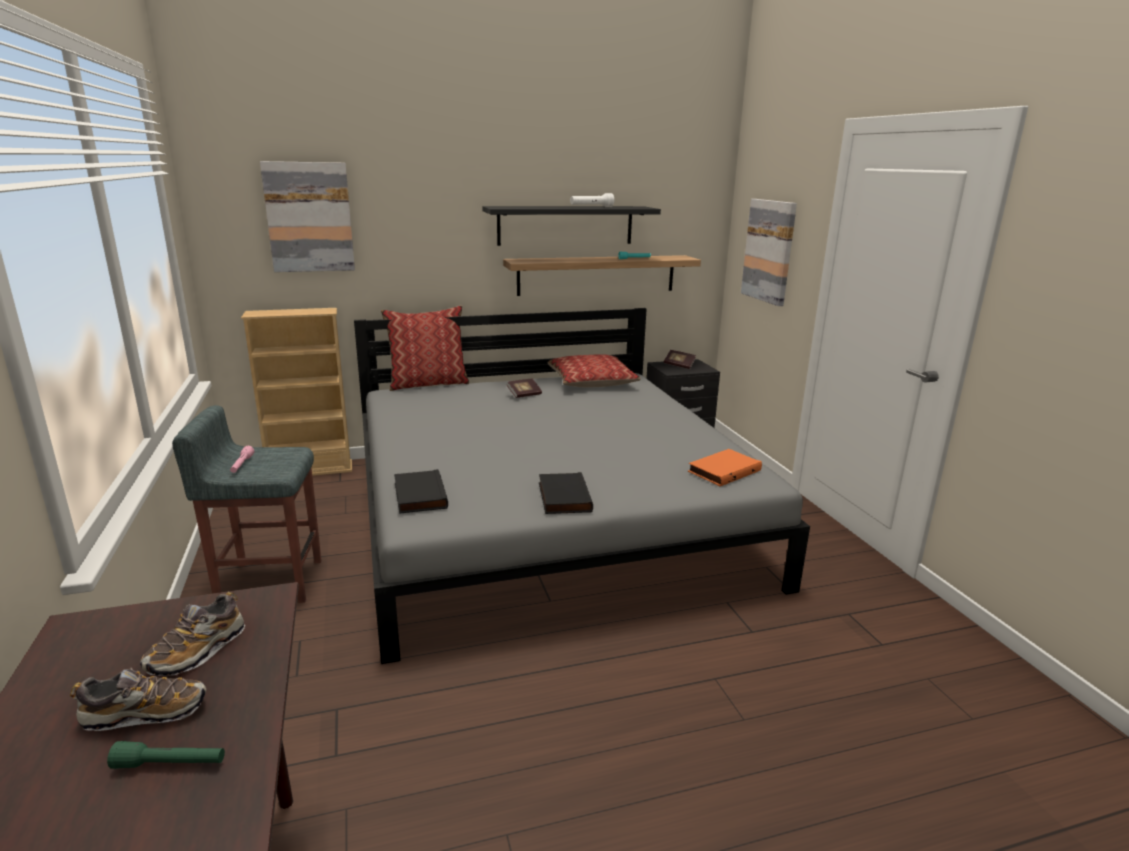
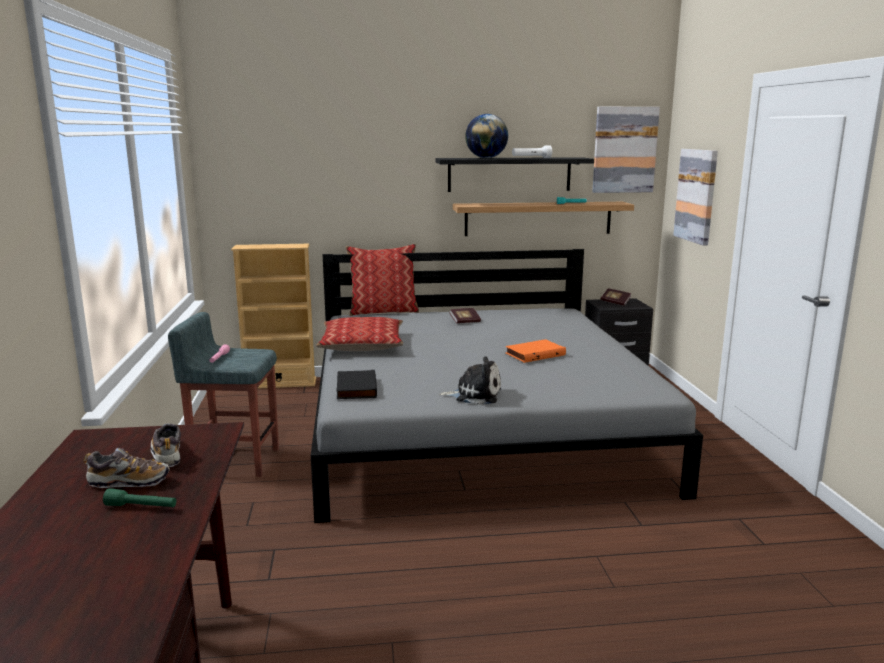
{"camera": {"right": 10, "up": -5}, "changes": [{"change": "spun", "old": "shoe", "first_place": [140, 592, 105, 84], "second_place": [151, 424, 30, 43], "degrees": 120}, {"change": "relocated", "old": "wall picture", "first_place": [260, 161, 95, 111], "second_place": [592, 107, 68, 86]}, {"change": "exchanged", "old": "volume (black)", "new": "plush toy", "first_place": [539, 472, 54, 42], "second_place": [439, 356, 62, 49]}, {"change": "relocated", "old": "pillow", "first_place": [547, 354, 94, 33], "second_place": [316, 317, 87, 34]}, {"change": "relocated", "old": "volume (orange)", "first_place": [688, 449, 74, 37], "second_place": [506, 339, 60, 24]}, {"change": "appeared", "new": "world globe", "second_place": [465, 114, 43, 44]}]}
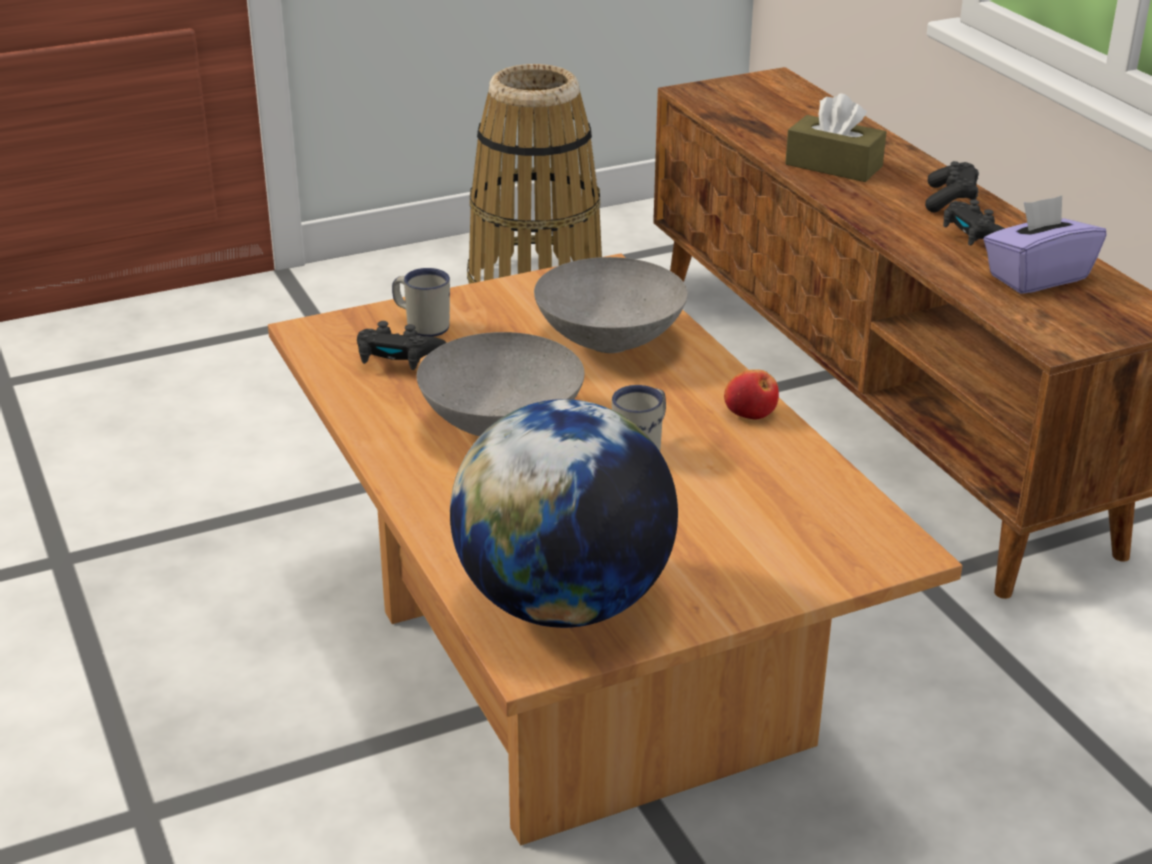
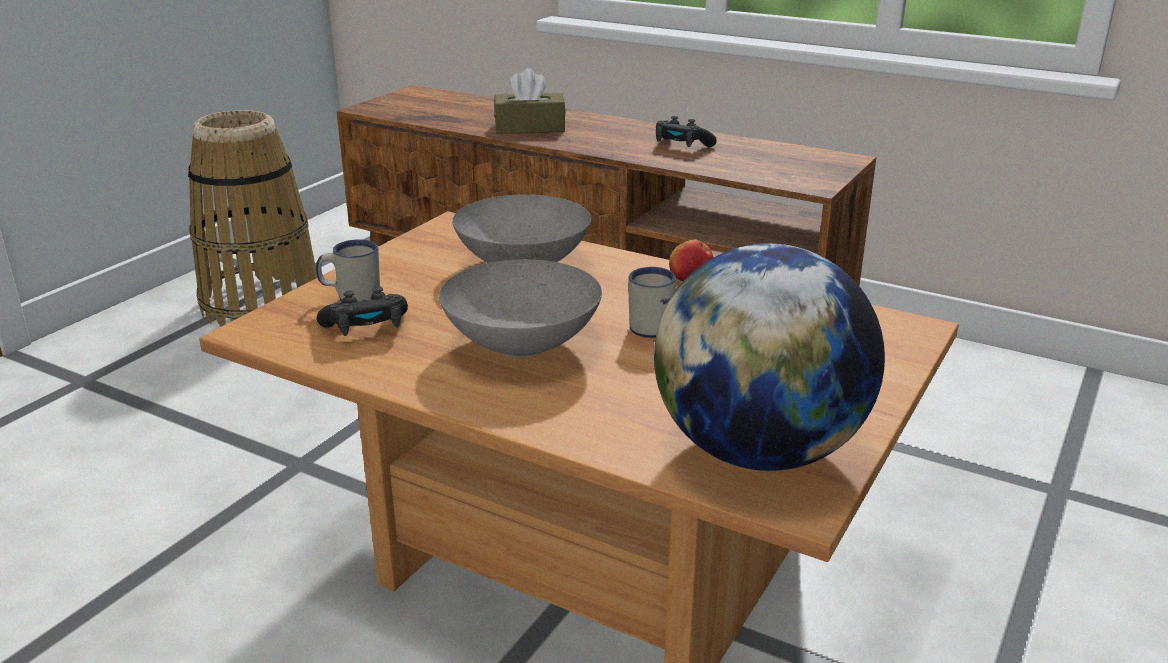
{"camera": {"right": -35, "up": -5}, "changes": [{"change": "missing", "old": "joypad (black)", "first_place": [925, 161, 54, 51]}, {"change": "missing", "old": "tissue box (purple-coloured)", "first_place": [984, 195, 123, 99]}]}
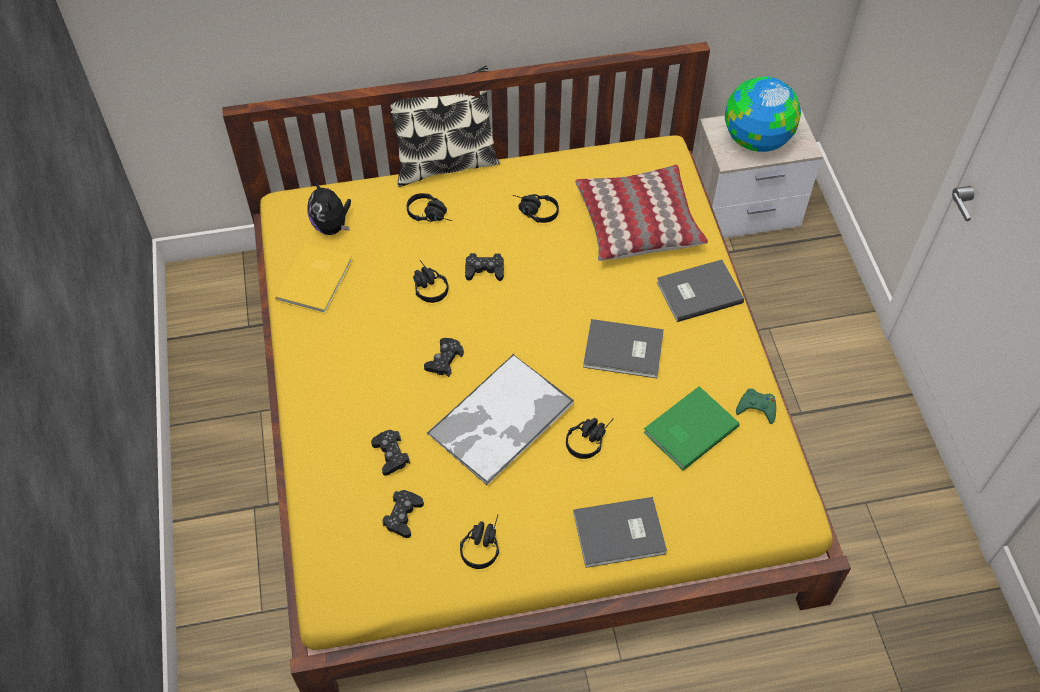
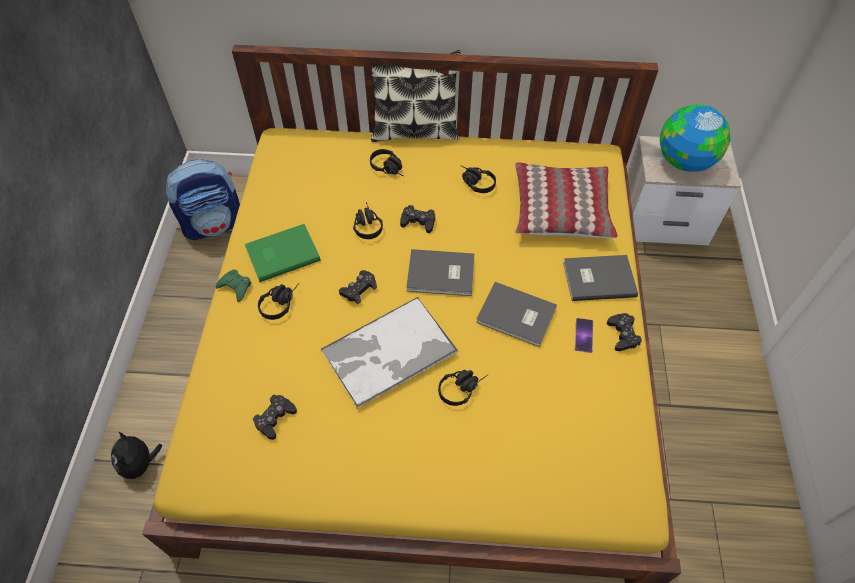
{"camera": {"right": 15, "up": 0}, "changes": [{"change": "missing", "old": "volume (yellow)", "first_place": [275, 243, 78, 71]}, {"change": "relocated", "old": "plush toy", "first_place": [307, 180, 44, 55], "second_place": [111, 432, 51, 48]}, {"change": "relocated", "old": "joypad (black)", "first_place": [371, 430, 39, 46], "second_place": [607, 313, 35, 38]}, {"change": "relocated", "old": "pair of headphones (black)", "first_place": [460, 515, 39, 54], "second_place": [258, 283, 41, 37]}, {"change": "relocated", "old": "volume (grey)", "first_place": [573, 497, 94, 71], "second_place": [406, 249, 68, 47]}, {"change": "relocated", "old": "volume (green-coloured)", "first_place": [643, 386, 97, 85], "second_place": [245, 224, 76, 58]}, {"change": "relocated", "old": "joypad (green-coloured)", "first_place": [736, 389, 40, 35], "second_place": [216, 269, 35, 33]}, {"change": "appeared", "new": "knapsack", "second_place": [166, 159, 74, 81]}, {"change": "appeared", "new": "handset", "second_place": [575, 318, 18, 35]}]}
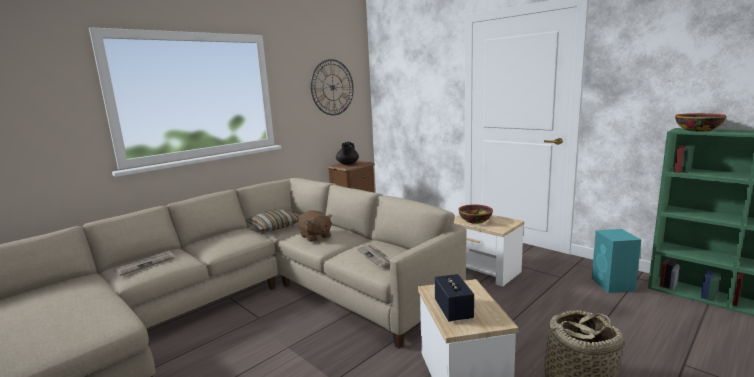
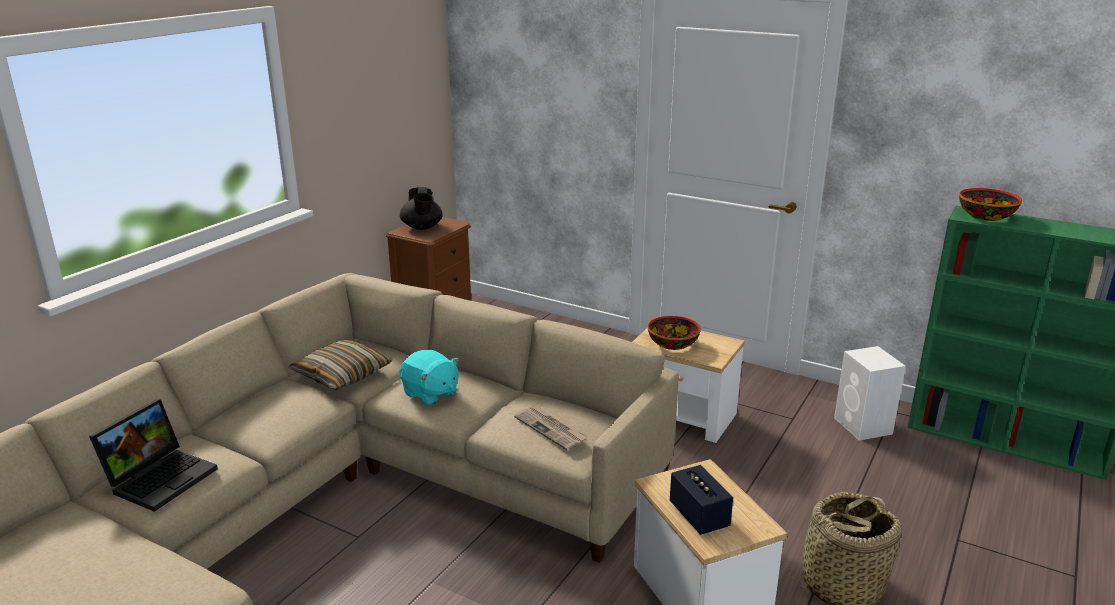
{"camera": {"right": -15, "up": 10}, "changes": [{"change": "exchanged", "old": "daily paper", "new": "portable computer", "first_place": [114, 250, 60, 26], "second_place": [89, 399, 129, 113]}, {"change": "colour", "old": "plush toy (brownish)", "new": "plush toy (turquoise-coloured)", "first_place": [298, 210, 34, 32], "second_place": [399, 350, 60, 56]}, {"change": "missing", "old": "wall clock", "first_place": [311, 59, 43, 56]}, {"change": "colour", "old": "audio speaker (turquoise-coloured)", "new": "audio speaker (white)", "first_place": [592, 229, 49, 64], "second_place": [834, 346, 72, 95]}]}
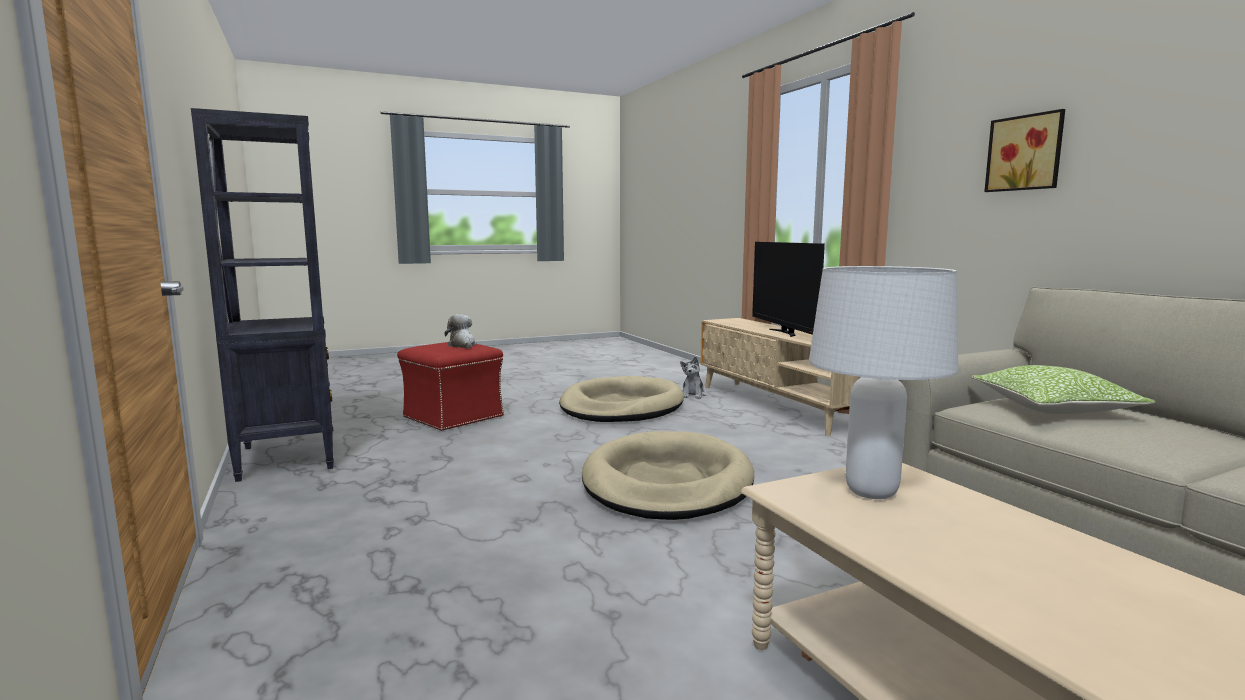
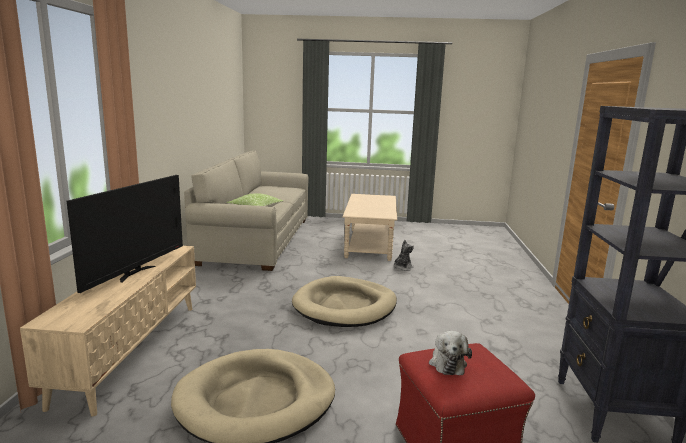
{"camera": {"right": -150, "up": 5}, "changes": [{"change": "relocated", "old": "plush toy", "first_place": [680, 357, 26, 42], "second_place": [393, 240, 21, 31]}, {"change": "missing", "old": "lamp for a table (white)", "first_place": [809, 266, 149, 233]}, {"change": "missing", "old": "wall picture", "first_place": [984, 109, 81, 83]}]}
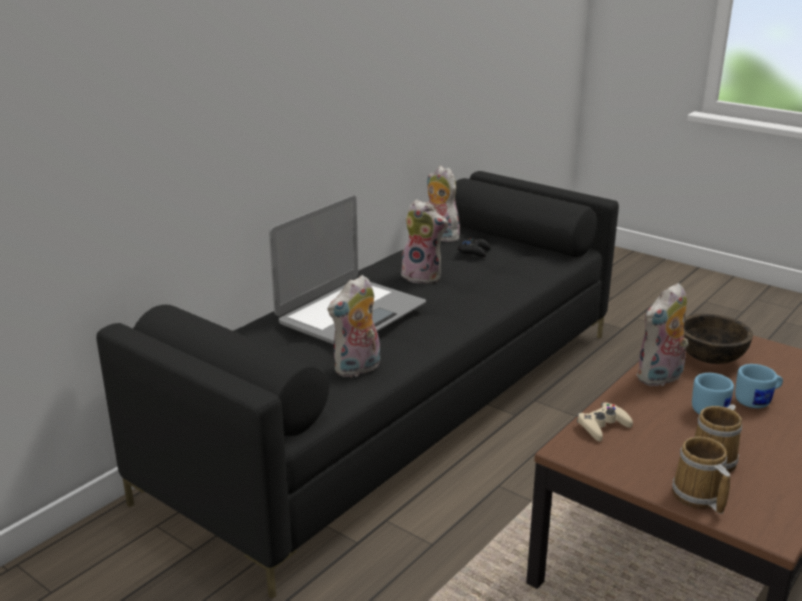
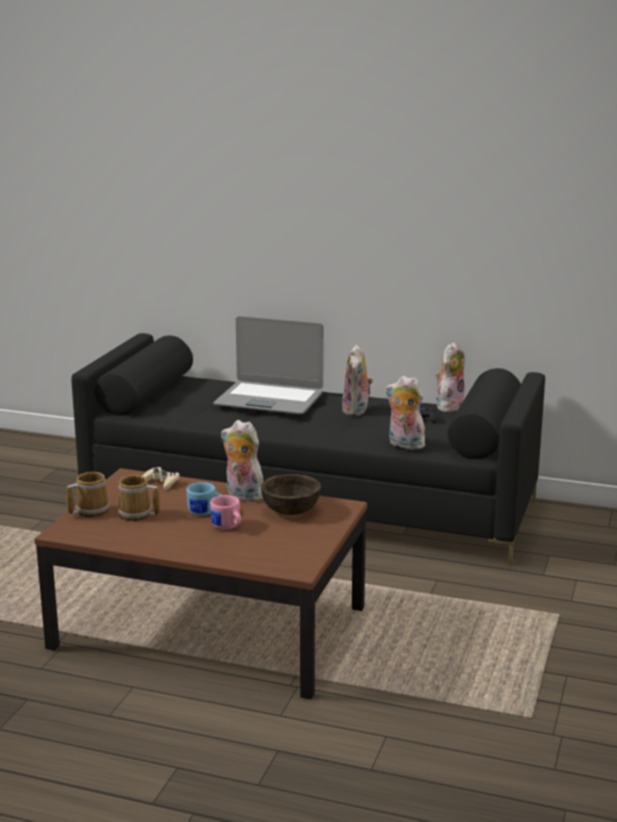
{"camera": {"right": 70, "up": -5}, "changes": [{"change": "relocated", "old": "plush toy", "first_place": [328, 275, 52, 102], "second_place": [385, 376, 40, 74]}, {"change": "colour", "old": "coffee mug (blue-coloured)", "new": "coffee mug (pink)", "first_place": [735, 364, 48, 44], "second_place": [210, 495, 31, 35]}]}
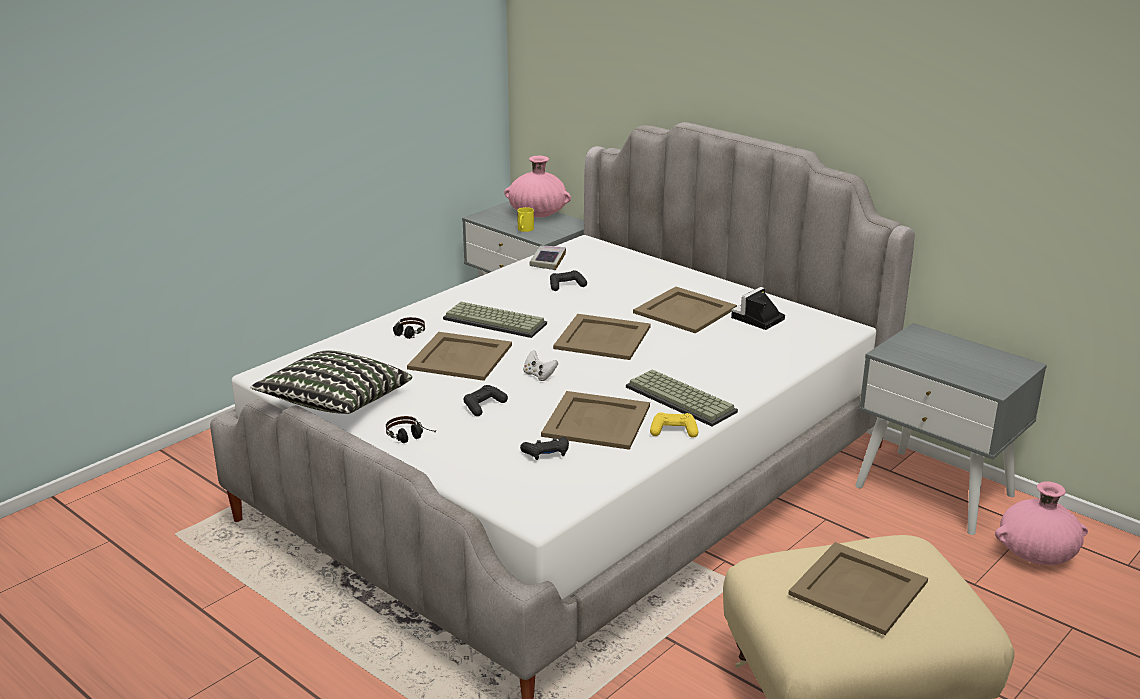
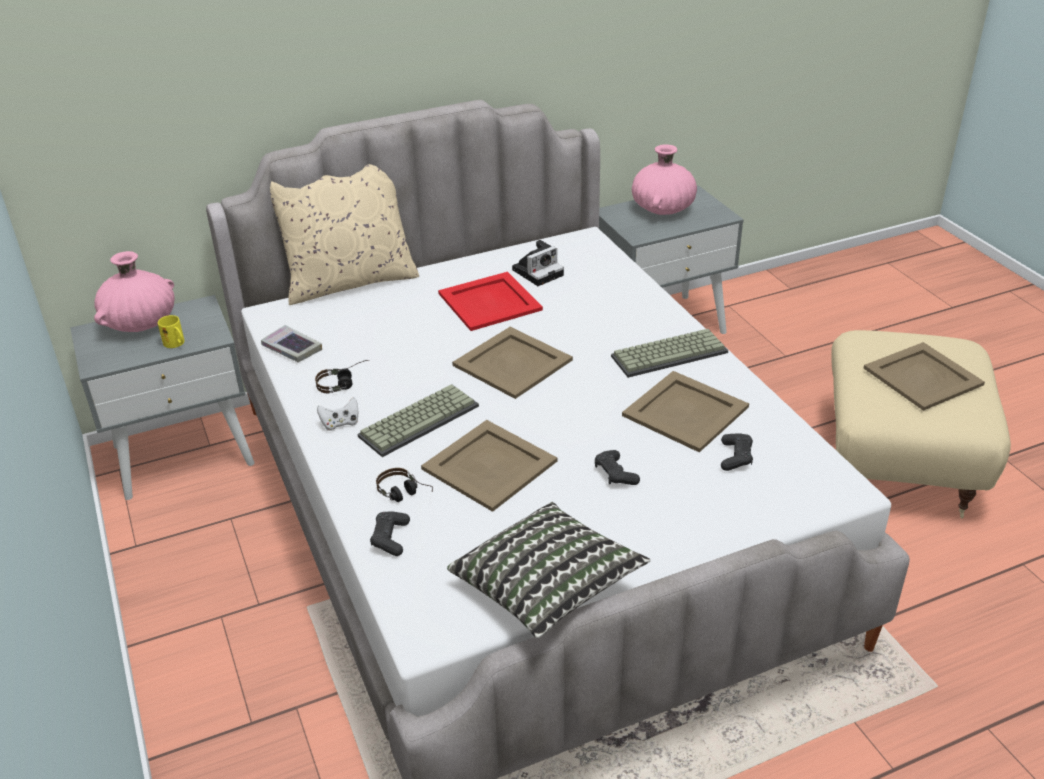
{"camera": {"right": -65, "up": 10}, "changes": [{"change": "relocated", "old": "pair of headphones", "first_place": [386, 416, 50, 27], "second_place": [315, 360, 54, 33]}, {"change": "relocated", "old": "joypad (white)", "first_place": [523, 350, 35, 31], "second_place": [317, 397, 41, 34]}, {"change": "relocated", "old": "joypad (black)", "first_place": [550, 270, 37, 21], "second_place": [370, 511, 40, 45]}, {"change": "colour", "old": "serving tray (beige-coloured)", "new": "serving tray (red)", "first_place": [633, 287, 104, 46], "second_place": [438, 272, 105, 59]}, {"change": "missing", "old": "joypad (yellow)", "first_place": [650, 412, 48, 26]}, {"change": "spun", "old": "still camera", "first_place": [731, 287, 54, 43], "second_place": [512, 240, 52, 46], "degrees": -105}, {"change": "relocated", "old": "flower vase (pink)", "first_place": [995, 481, 93, 84], "second_place": [632, 144, 65, 71]}, {"change": "appeared", "new": "pillow (beige-coloured)", "second_place": [270, 164, 149, 141]}]}
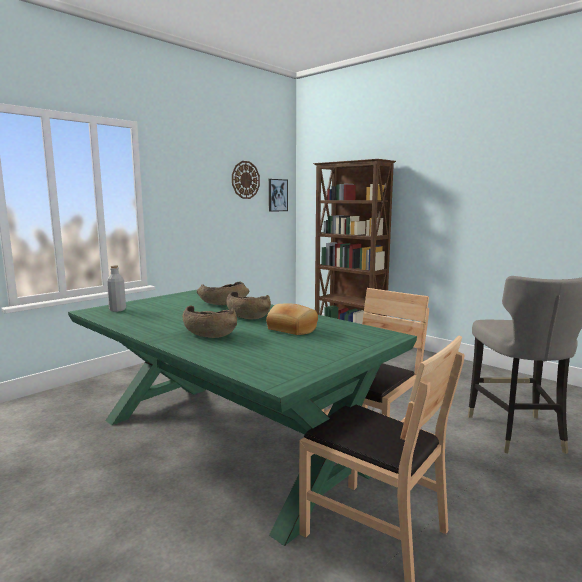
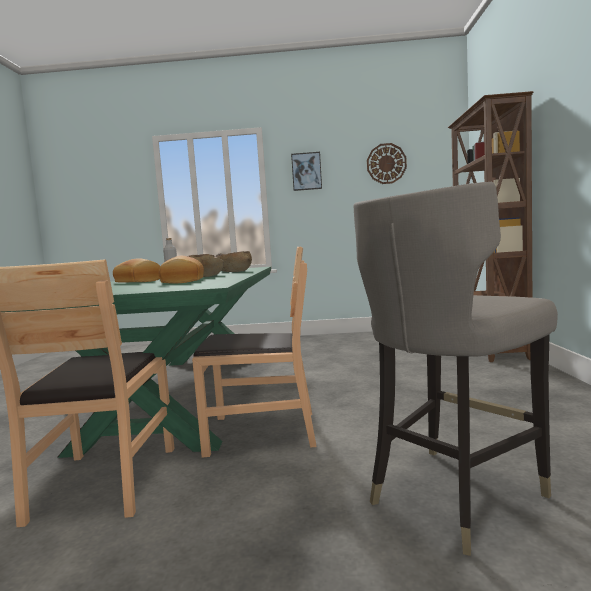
{"camera": {"right": 50, "up": -5}, "changes": [{"change": "exchanged", "old": "bowl (brownish)", "new": "bakery bread", "first_place": [182, 305, 55, 33], "second_place": [113, 258, 47, 24]}, {"change": "relocated", "old": "wall picture", "first_place": [269, 179, 19, 33], "second_place": [291, 152, 31, 39]}]}
